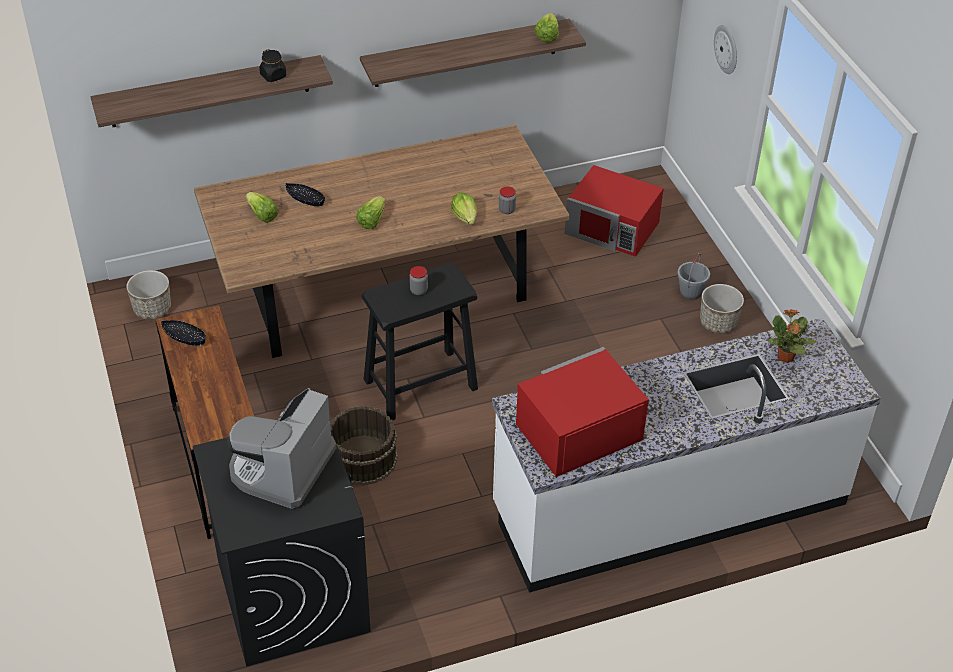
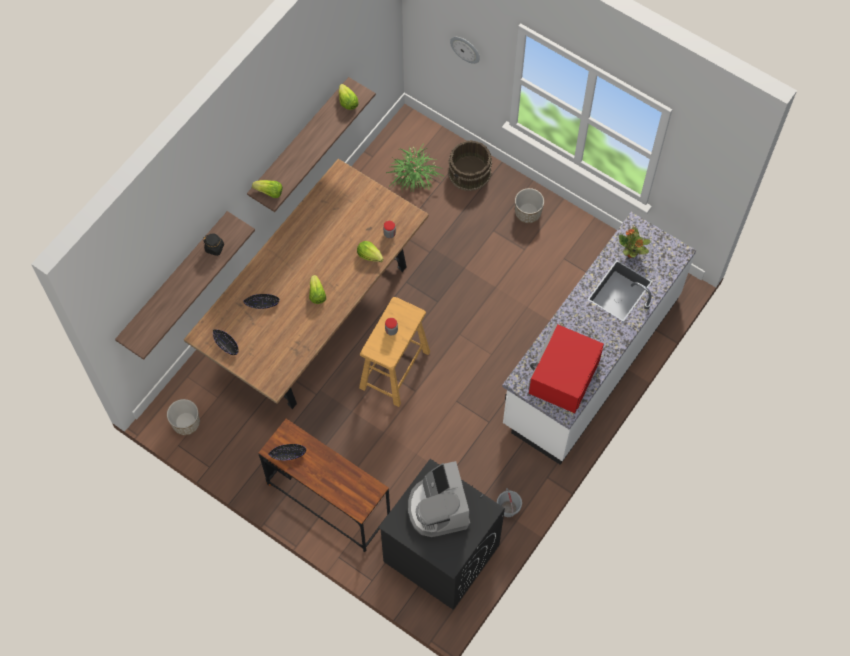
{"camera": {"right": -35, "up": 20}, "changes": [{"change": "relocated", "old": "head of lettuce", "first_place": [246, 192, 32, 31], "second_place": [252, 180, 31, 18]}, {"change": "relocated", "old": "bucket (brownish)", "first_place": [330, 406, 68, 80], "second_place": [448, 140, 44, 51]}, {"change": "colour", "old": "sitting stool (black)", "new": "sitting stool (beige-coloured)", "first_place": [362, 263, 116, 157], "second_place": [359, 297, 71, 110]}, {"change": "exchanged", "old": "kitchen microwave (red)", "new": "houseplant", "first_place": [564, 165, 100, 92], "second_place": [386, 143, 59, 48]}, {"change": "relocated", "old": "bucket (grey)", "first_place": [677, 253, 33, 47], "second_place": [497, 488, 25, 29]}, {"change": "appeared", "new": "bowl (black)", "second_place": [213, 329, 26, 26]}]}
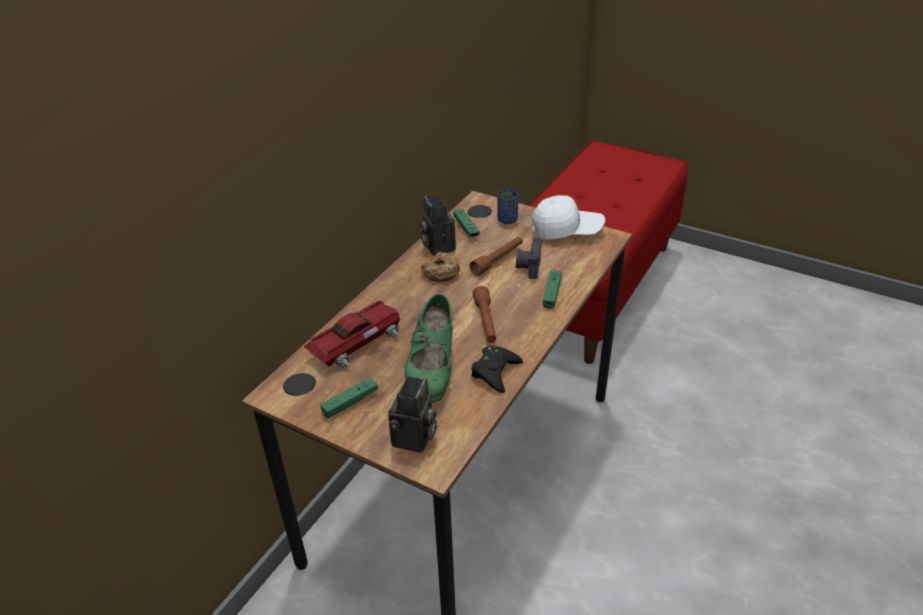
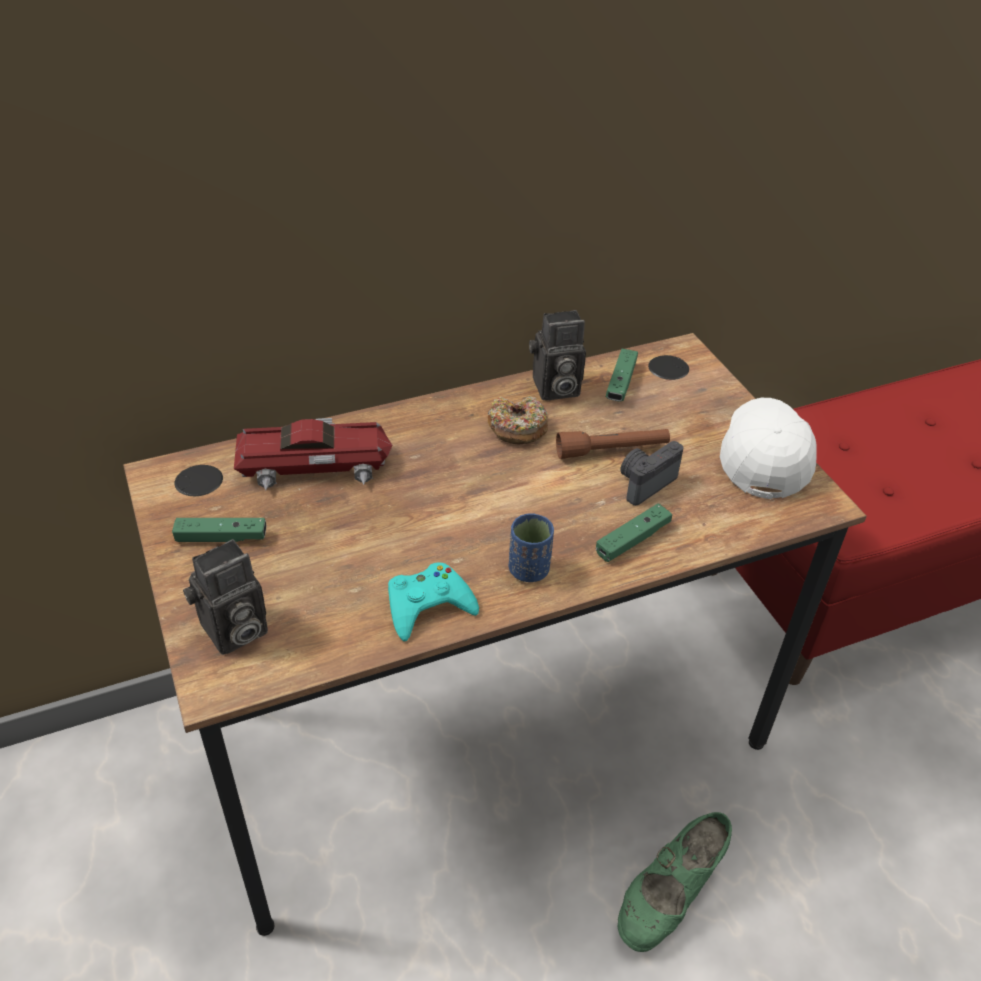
{"camera": {"right": 35, "up": 5}, "changes": [{"change": "relocated", "old": "shoe (green-coloured)", "first_place": [404, 294, 49, 109], "second_place": [618, 812, 114, 140]}, {"change": "spun", "old": "still camera", "first_place": [420, 196, 36, 60], "second_place": [529, 310, 57, 90], "degrees": -120}, {"change": "colour", "old": "joypad (black)", "new": "joypad (turquoise-coloured)", "first_place": [471, 346, 52, 47], "second_place": [388, 563, 91, 78]}, {"change": "missing", "old": "flashlight (brownish)", "first_place": [472, 286, 25, 57]}, {"change": "relocated", "old": "small cup (blue-coloured)", "first_place": [497, 189, 21, 35], "second_place": [509, 513, 45, 69]}, {"change": "spun", "old": "cap (white)", "first_place": [532, 195, 73, 44], "second_place": [720, 398, 97, 101], "degrees": -120}]}
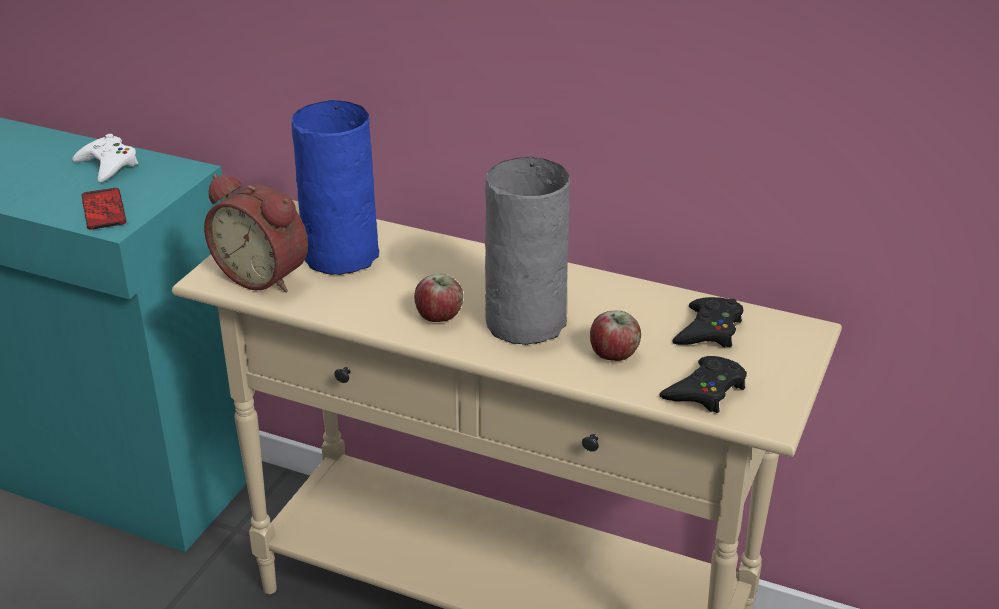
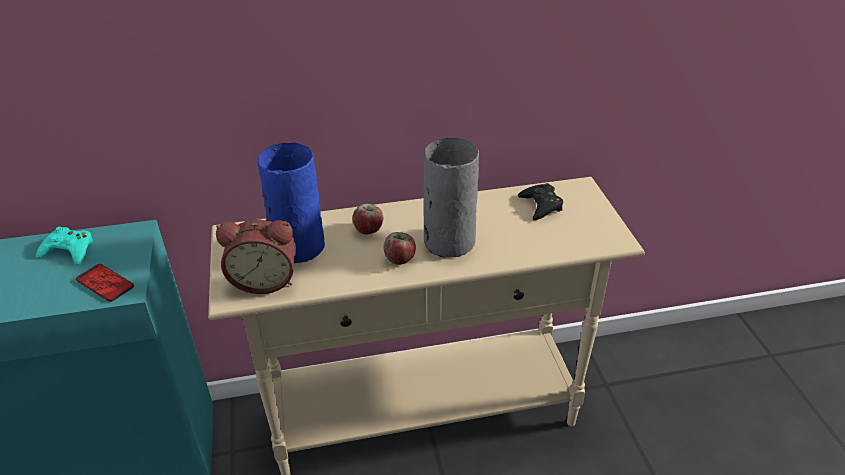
{"camera": {"right": -35, "up": 5}, "changes": [{"change": "colour", "old": "joypad (white)", "new": "joypad (turquoise-coloured)", "first_place": [72, 134, 66, 48], "second_place": [36, 227, 57, 38]}, {"change": "relocated", "old": "apple fruit", "first_place": [590, 311, 51, 50], "second_place": [352, 203, 31, 31]}, {"change": "missing", "old": "joypad (black)", "first_place": [659, 356, 88, 57]}]}
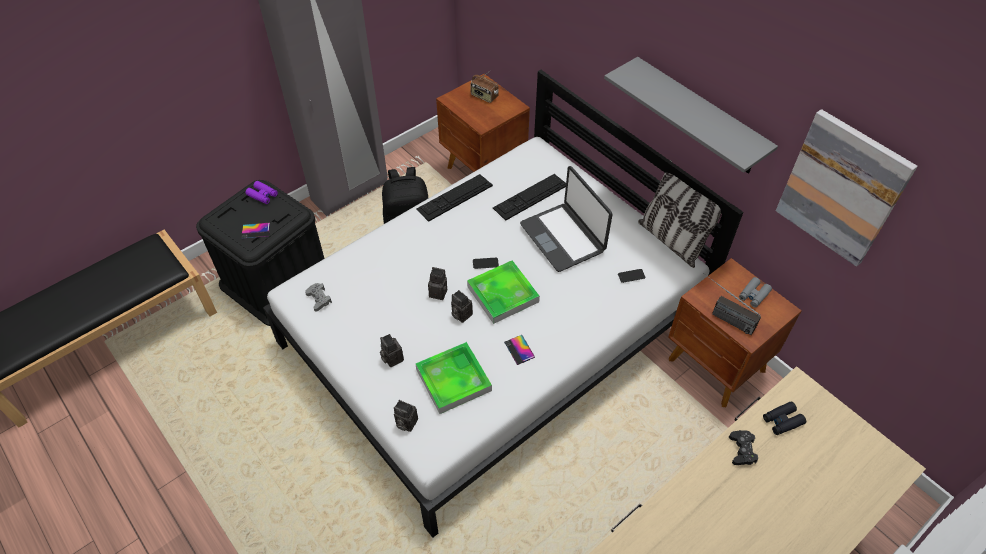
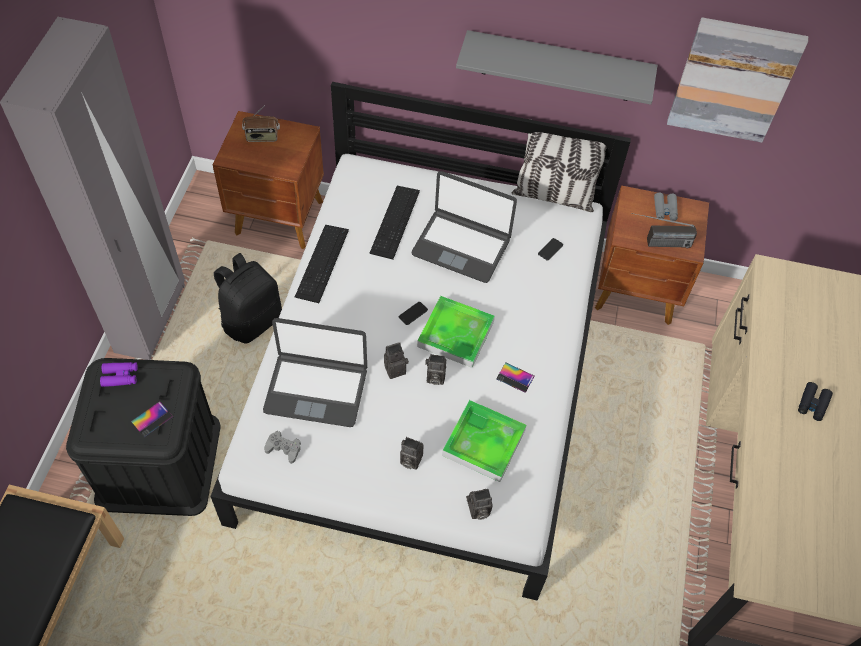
{"camera": {"right": -40, "up": 5}, "changes": [{"change": "missing", "old": "joypad (black)", "first_place": [729, 430, 29, 35]}, {"change": "relocated", "old": "pair of binoculars (black)", "first_place": [763, 401, 43, 34], "second_place": [798, 382, 35, 39]}, {"change": "appeared", "new": "portable computer", "second_place": [263, 318, 104, 109]}]}
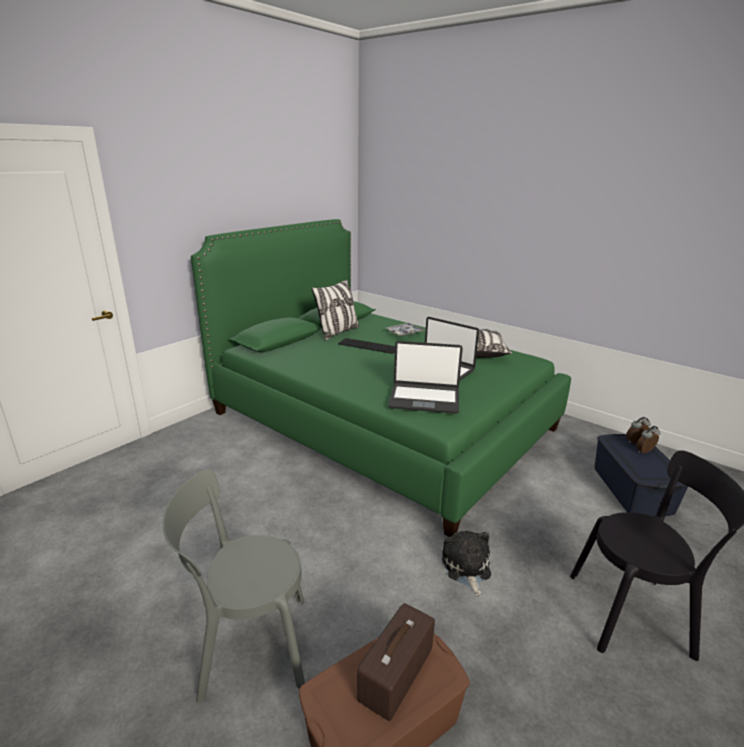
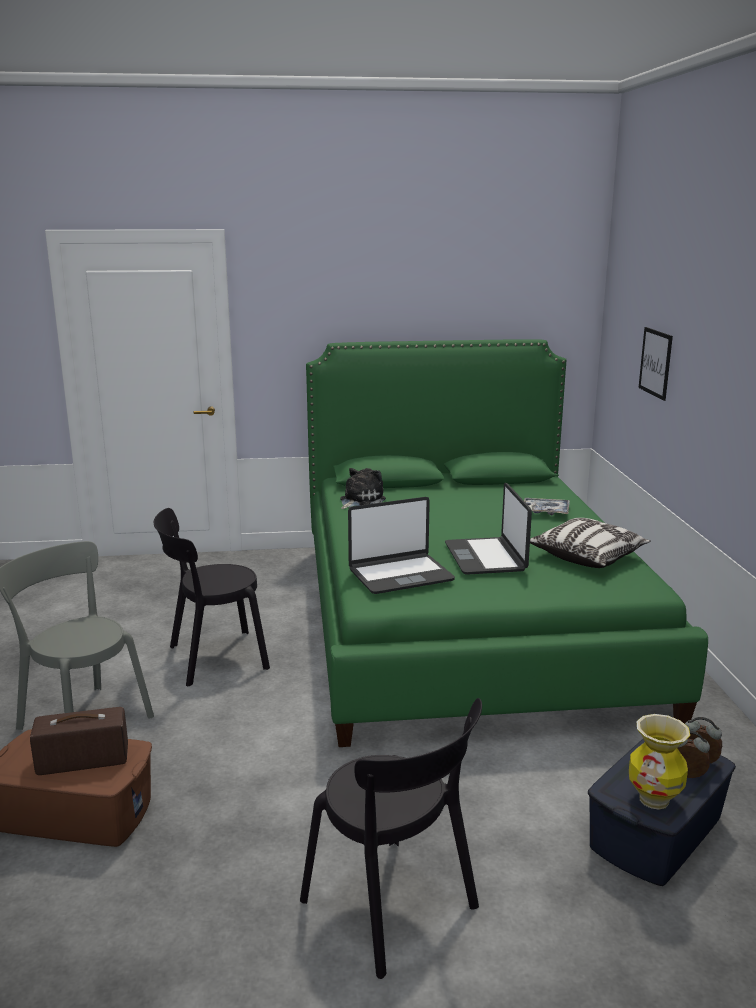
{"camera": {"right": 45, "up": -5}, "changes": [{"change": "missing", "old": "pillow", "first_place": [311, 280, 48, 61]}, {"change": "missing", "old": "PC keyboard", "first_place": [338, 338, 57, 16]}, {"change": "spun", "old": "portable computer", "first_place": [389, 341, 74, 73], "second_place": [348, 497, 107, 97], "degrees": -75}, {"change": "relocated", "old": "plush toy", "first_place": [442, 531, 49, 65], "second_place": [340, 468, 46, 41]}, {"change": "appeared", "new": "upright chair (black)", "second_place": [154, 508, 116, 178]}, {"change": "appeared", "new": "flower vase", "second_place": [629, 714, 61, 96]}, {"change": "appeared", "new": "wall picture", "second_place": [638, 327, 35, 74]}]}
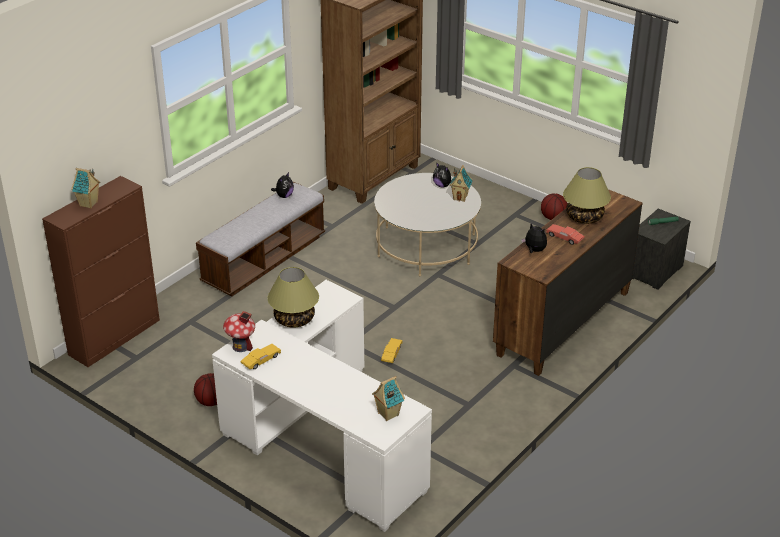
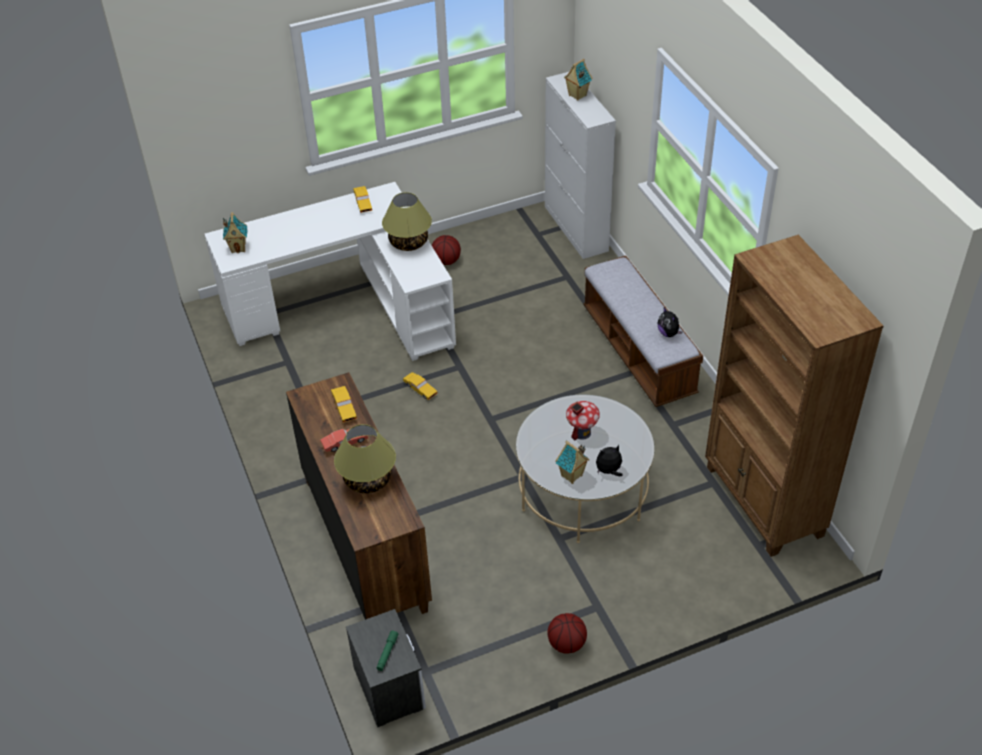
{"camera": {"right": 120, "up": 10}, "changes": [{"change": "colour", "old": "cabinet (brownish)", "new": "cabinet (white)", "first_place": [42, 176, 118, 191], "second_place": [545, 72, 71, 187]}, {"change": "relocated", "old": "model house", "first_place": [223, 311, 32, 41], "second_place": [566, 401, 34, 39]}, {"change": "exchanged", "old": "plush toy", "new": "model car (yellow)", "first_place": [521, 223, 26, 30], "second_place": [331, 386, 26, 36]}]}
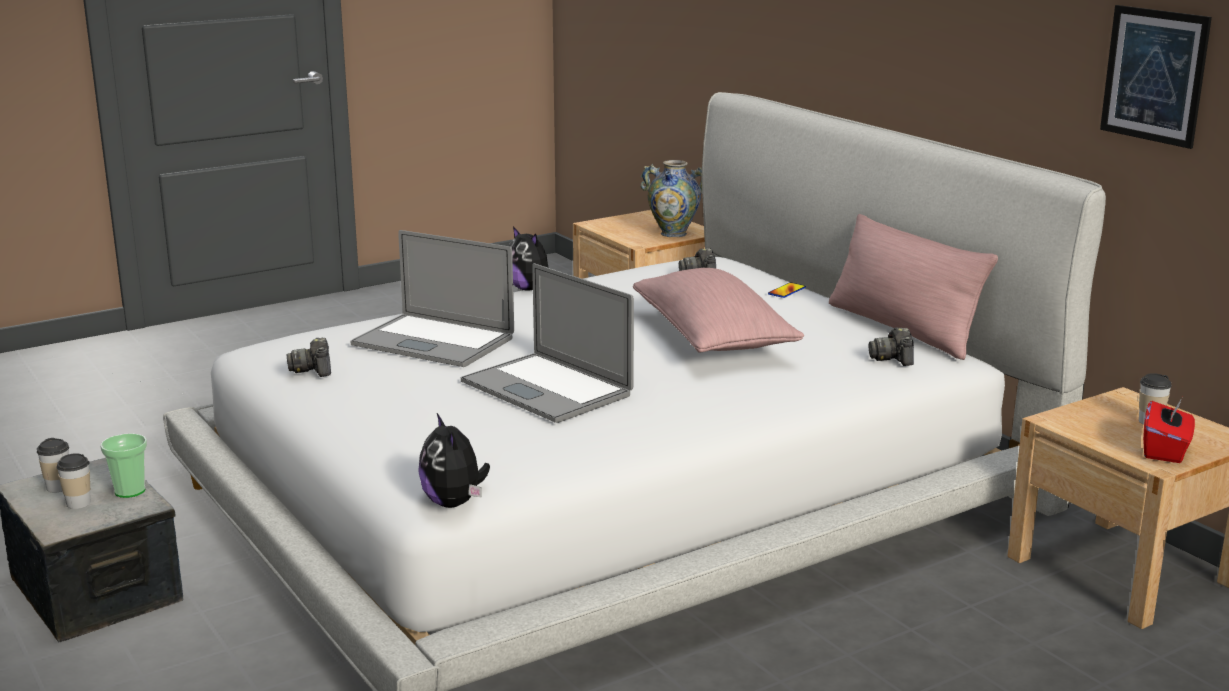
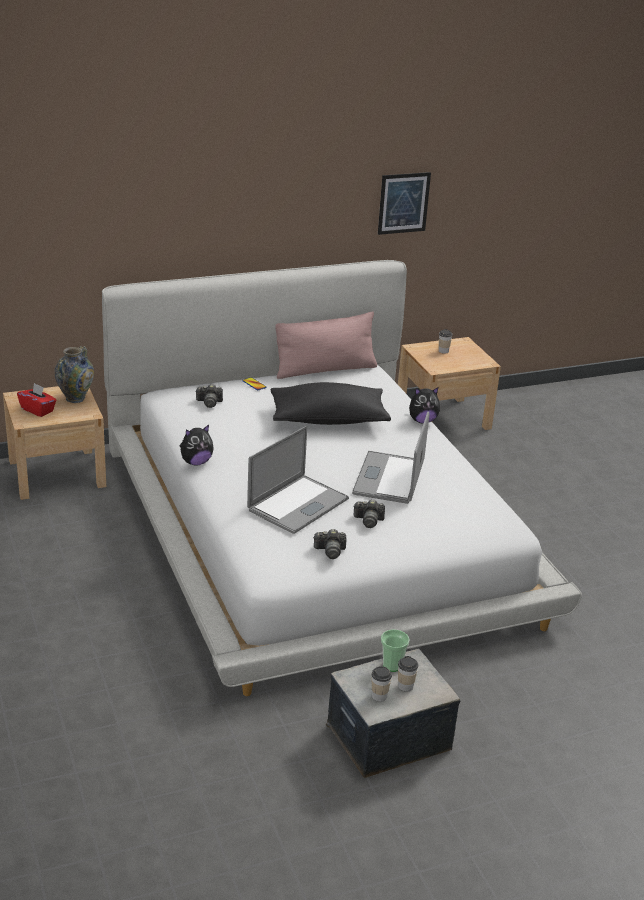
{"camera": {"right": -80, "up": 10}, "changes": [{"change": "relocated", "old": "plush toy", "first_place": [418, 413, 72, 95], "second_place": [409, 387, 31, 37]}, {"change": "spun", "old": "portable computer", "first_place": [461, 263, 173, 160], "second_place": [352, 411, 77, 93], "degrees": 135}, {"change": "colour", "old": "pillow (pink)", "new": "pillow (black)", "first_place": [633, 268, 171, 85], "second_place": [270, 382, 121, 43]}, {"change": "relocated", "old": "still camera", "first_place": [869, 327, 45, 39], "second_place": [353, 499, 32, 29]}, {"change": "relocated", "old": "tissue box (red)", "first_place": [1143, 398, 52, 65], "second_place": [17, 383, 39, 34]}]}
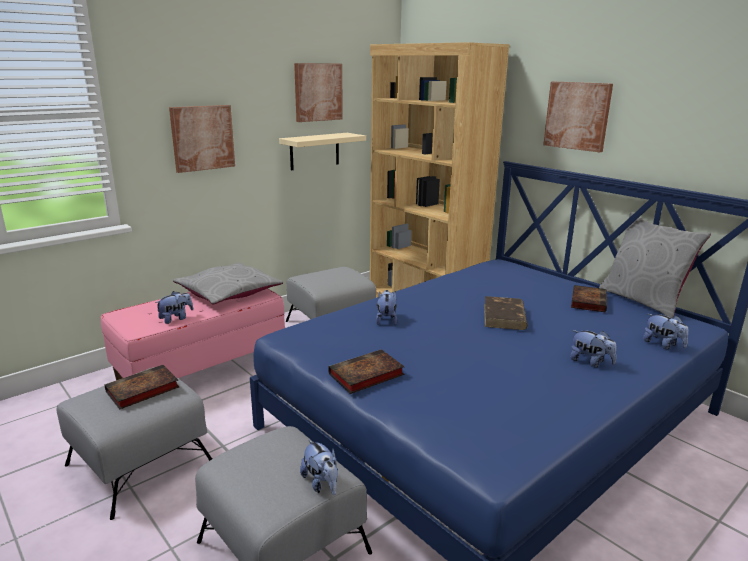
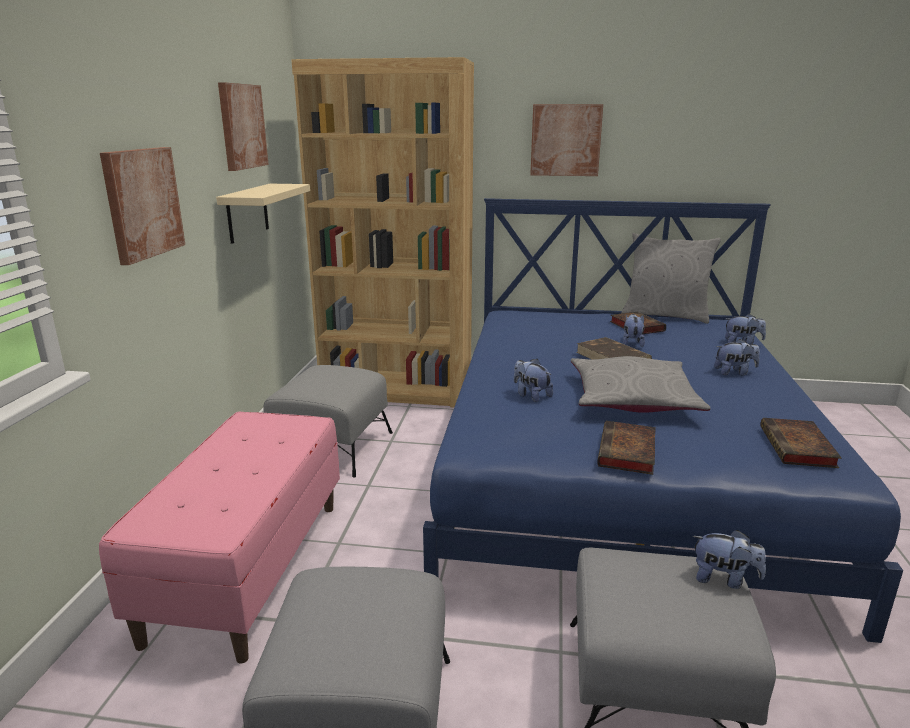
{"camera": {"right": -40, "up": 0}, "changes": [{"change": "relocated", "old": "volume", "first_place": [104, 365, 75, 45], "second_place": [760, 418, 82, 50]}, {"change": "relocated", "old": "plush toy", "first_place": [155, 291, 38, 33], "second_place": [623, 314, 22, 33]}, {"change": "relocated", "old": "pillow (grey)", "first_place": [173, 263, 110, 41], "second_place": [571, 356, 140, 57]}]}
